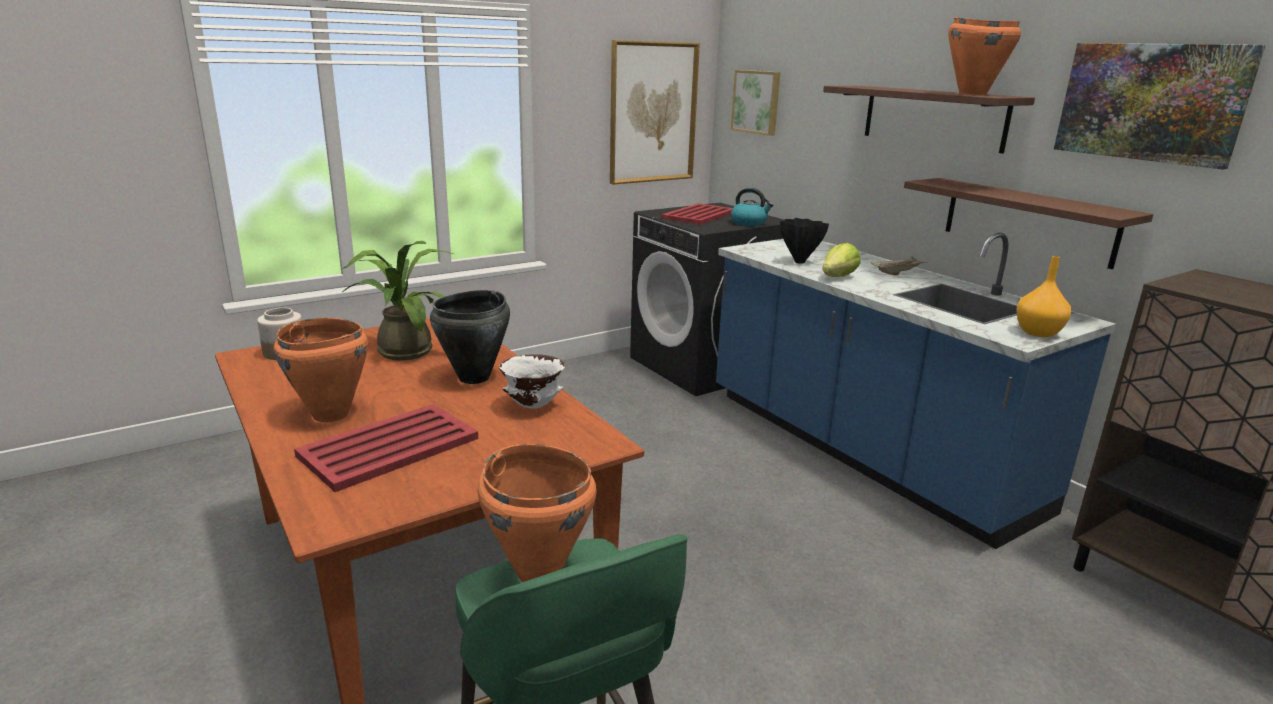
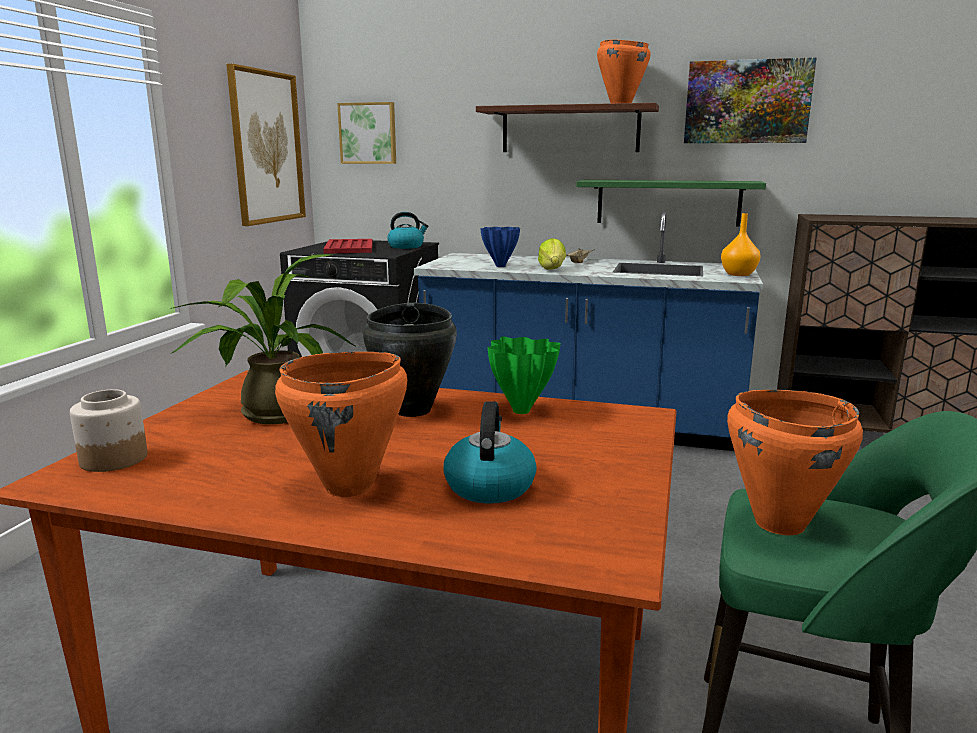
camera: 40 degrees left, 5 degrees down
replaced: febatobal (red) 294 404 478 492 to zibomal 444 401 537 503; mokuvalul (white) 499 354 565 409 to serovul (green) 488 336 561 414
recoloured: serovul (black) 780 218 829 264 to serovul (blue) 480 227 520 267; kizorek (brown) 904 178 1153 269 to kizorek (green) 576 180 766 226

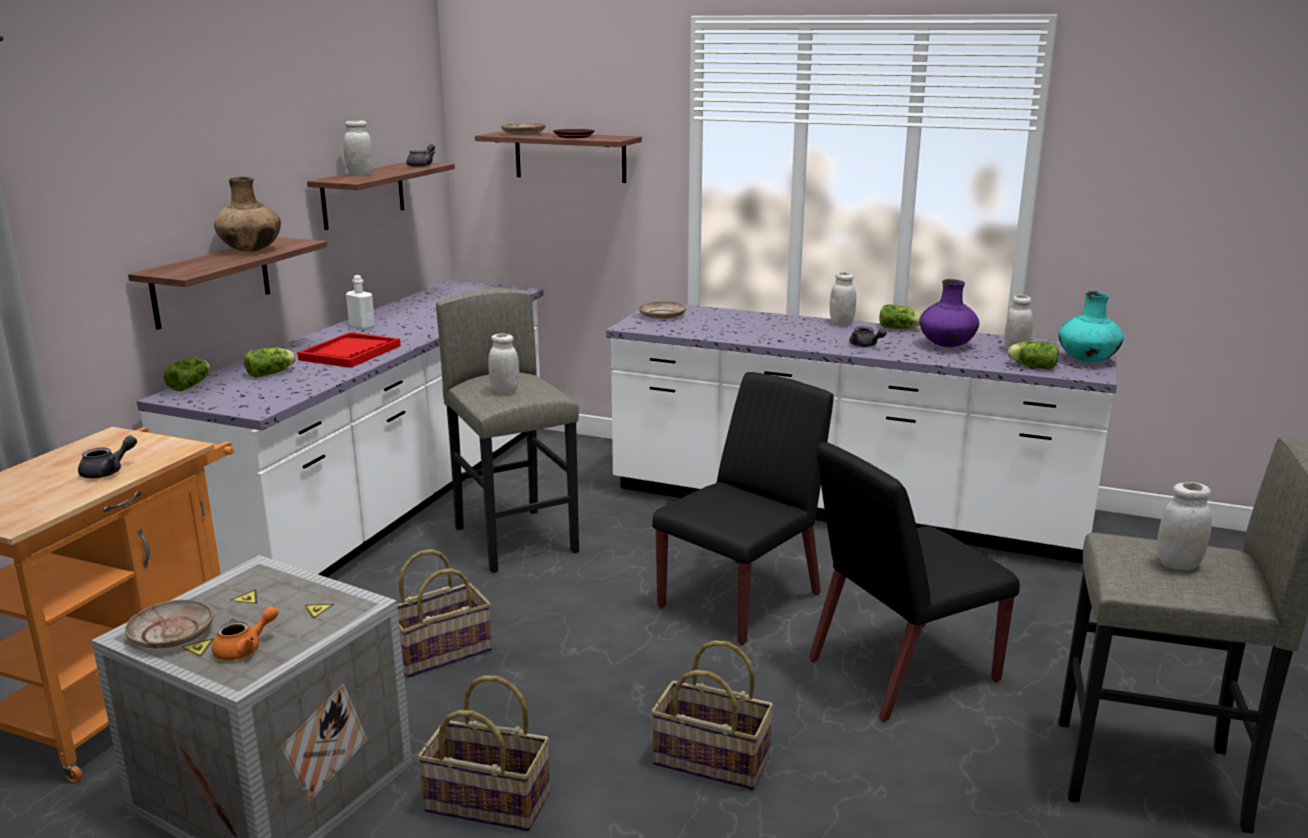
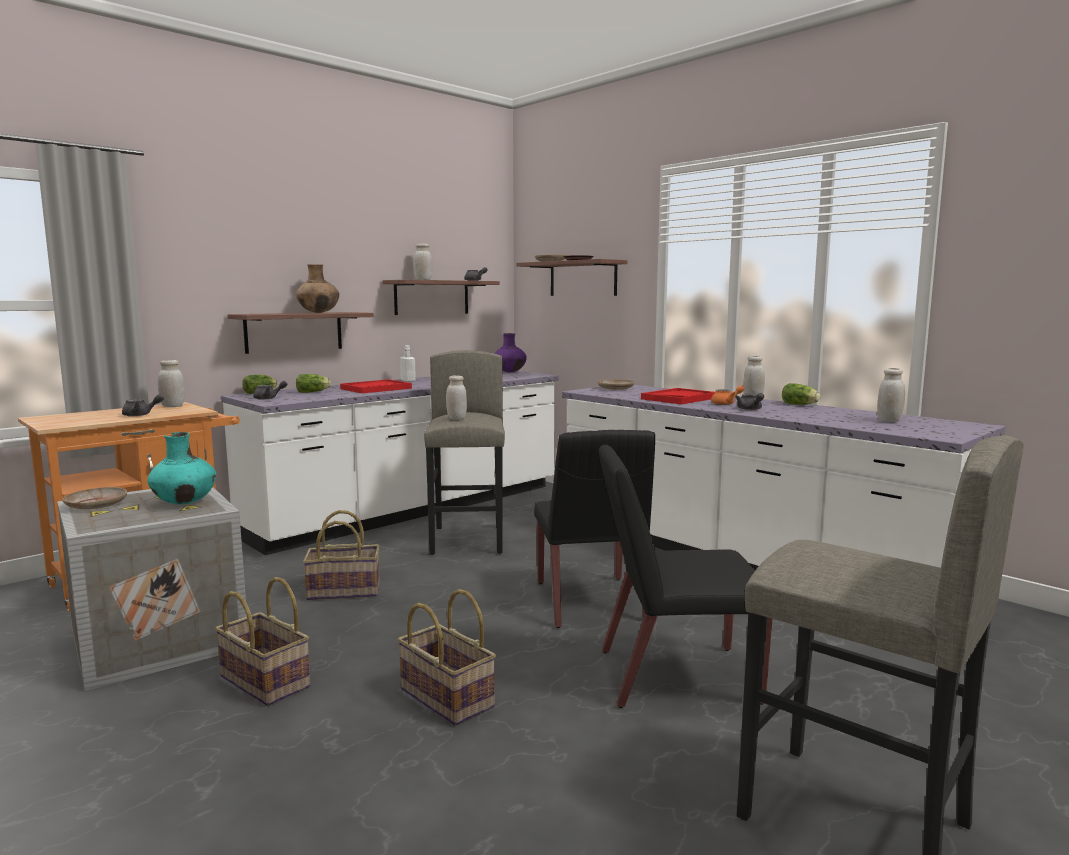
camera: 25 degrees right, 10 degrees down
removed: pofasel 1008 341 1059 370
added: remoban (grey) 253 381 288 400; febatobal (red) 641 388 715 404
moved: remoban (orange) 212 606 278 660 to 711 385 744 405; serovul (purple) 919 279 979 347 to 495 333 527 372; serovul (turquoise) 1058 291 1124 362 to 147 432 216 504; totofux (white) 1157 482 1212 570 to 158 360 185 407
turned: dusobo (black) 652 372 834 645 = 534 430 655 628 105 degrees clockwise

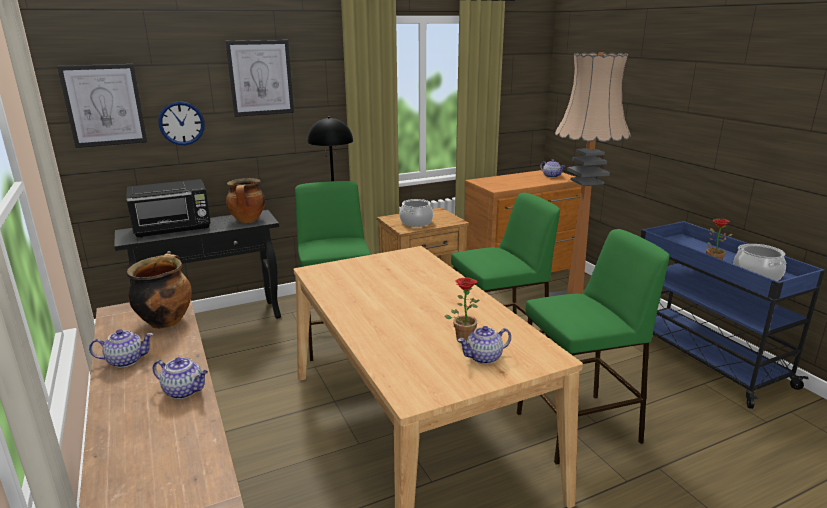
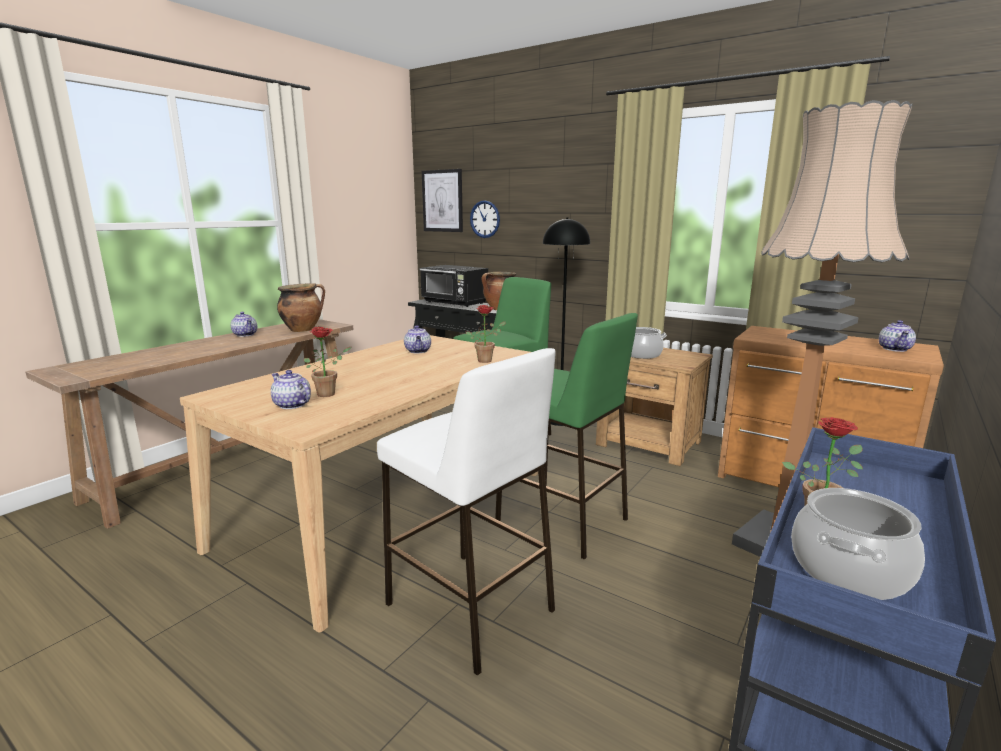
camera: 60 degrees right, 5 degrees down
removed: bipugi 225 40 294 117
added: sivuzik 466 305 506 363
moved: remoban 153 357 208 399 to 404 325 431 353
recoloured: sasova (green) 517 229 670 465 to sasova (white) 377 348 556 676

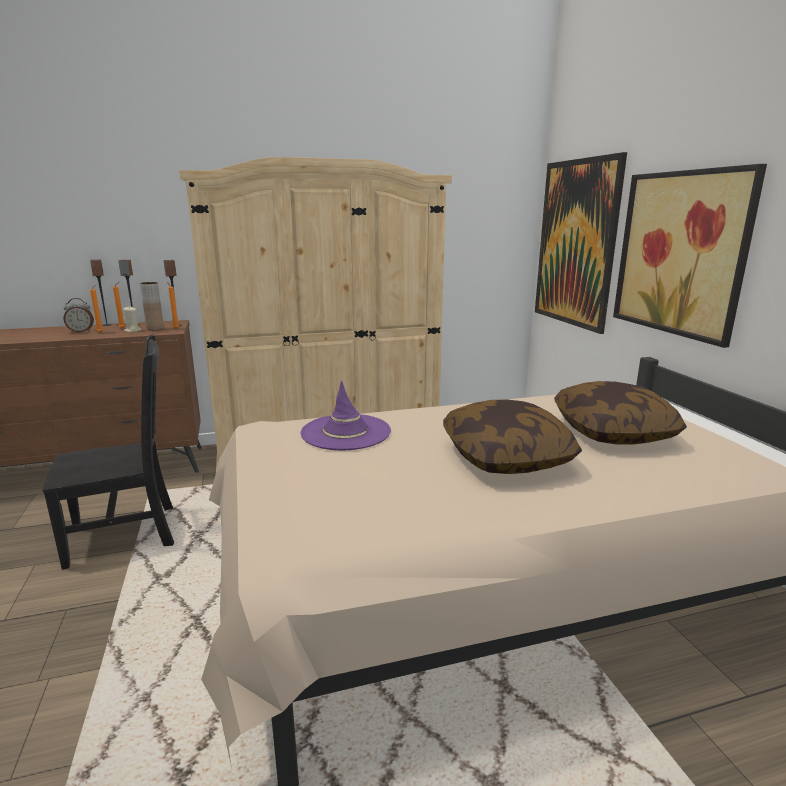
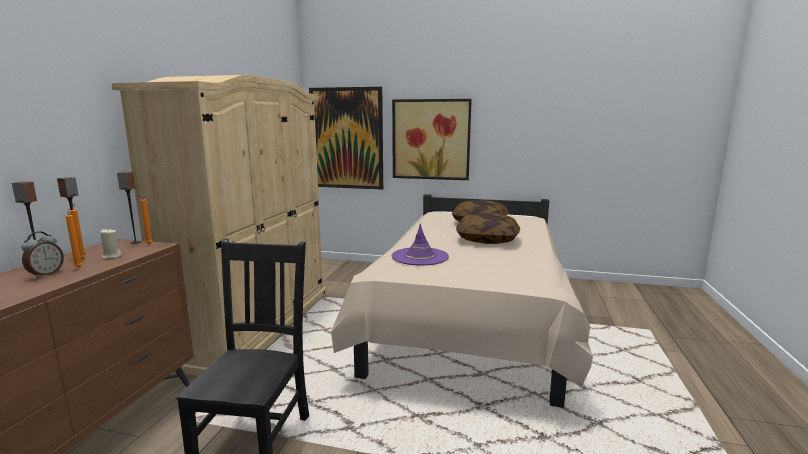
camera: 60 degrees left, 5 degrees down
removed: serovul (brown) 140 282 164 331

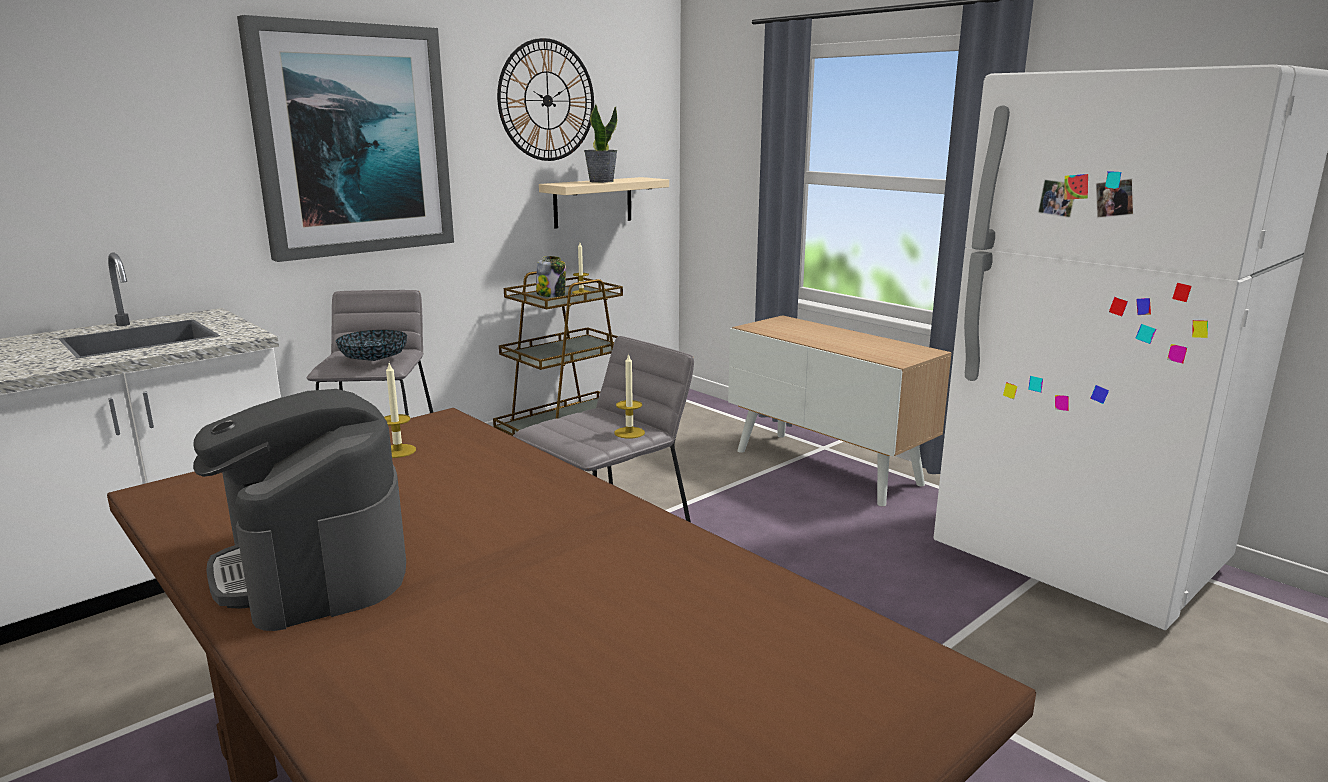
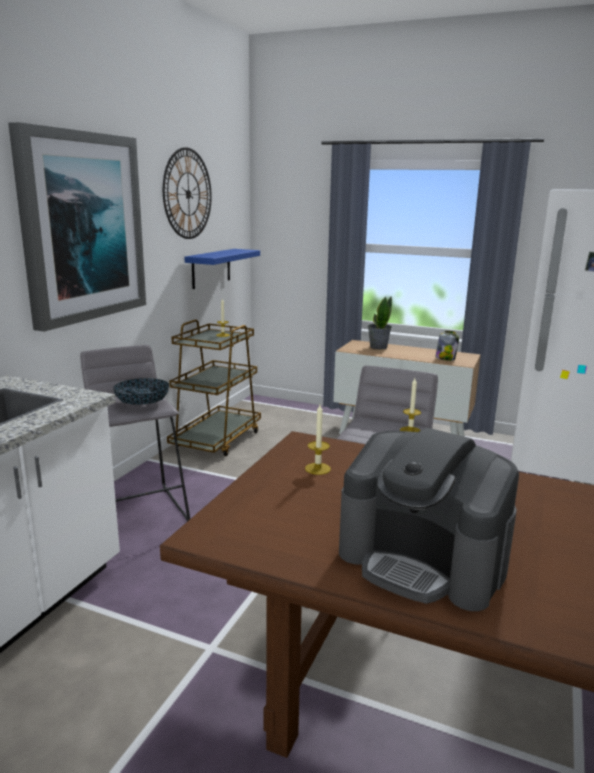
camera: 25 degrees left, 0 degrees up
moved: totofux 536 256 566 297 to 435 331 459 361; sivuzik 584 104 618 183 to 368 297 392 349
recoloured: kizorek (beige) 539 177 669 229 to kizorek (blue) 185 249 260 289

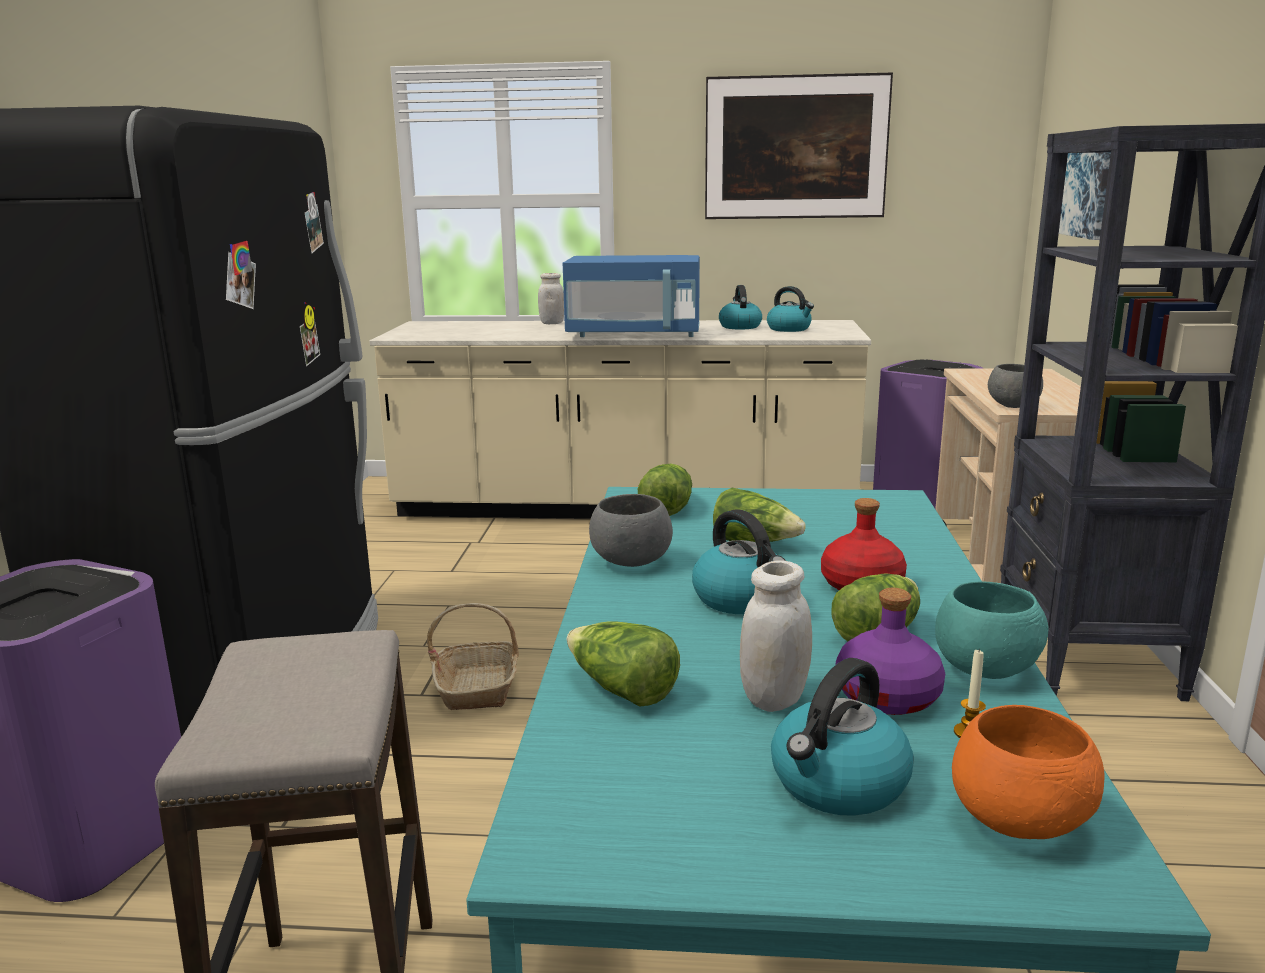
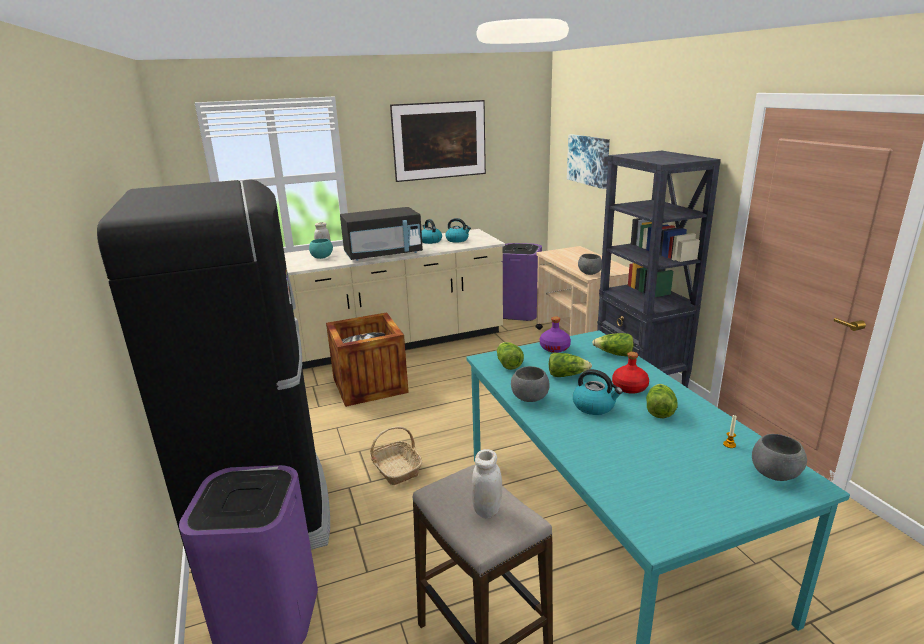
camera: 25 degrees left, 5 degrees up
removed: zibomal 771 658 914 816
added: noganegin 326 312 409 407
moved: pofasel 567 621 680 707 to 592 333 634 357; totofux (white) 740 561 812 712 to 472 449 502 519; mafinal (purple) 836 588 945 715 to 540 316 571 353; mokuvalul (turquoise) 935 582 1049 679 to 309 239 333 259
recoloured: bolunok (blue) 563 255 700 337 to bolunok (black) 340 207 423 261; mokuvalul (orange) 952 705 1105 839 to mokuvalul (grey) 752 434 807 481

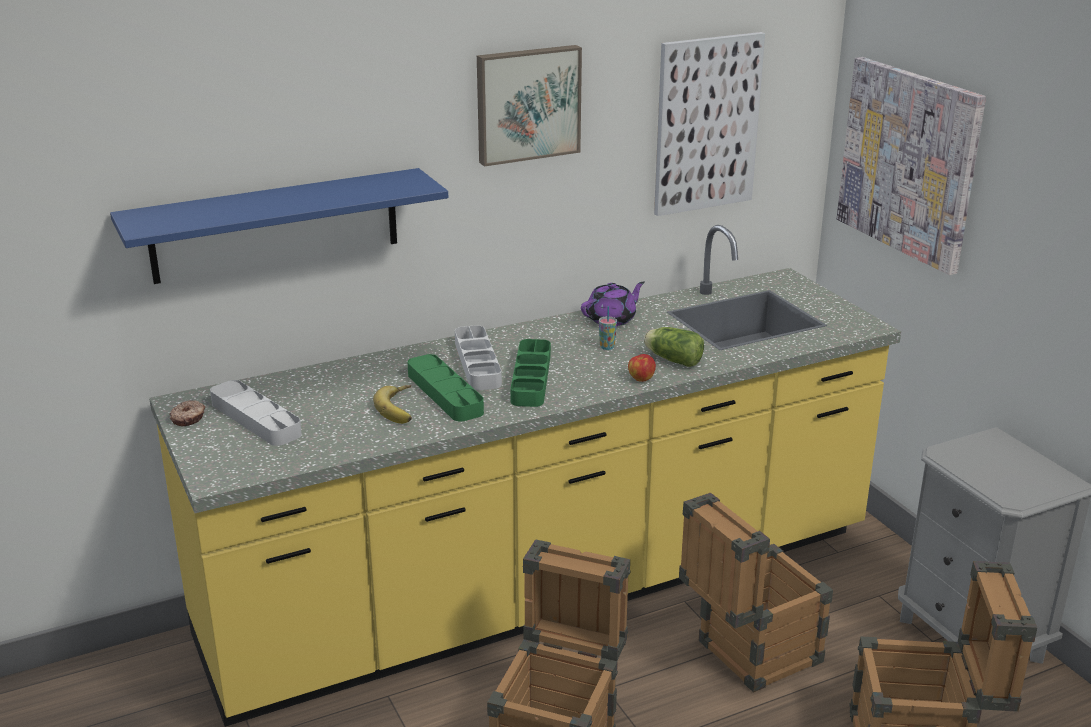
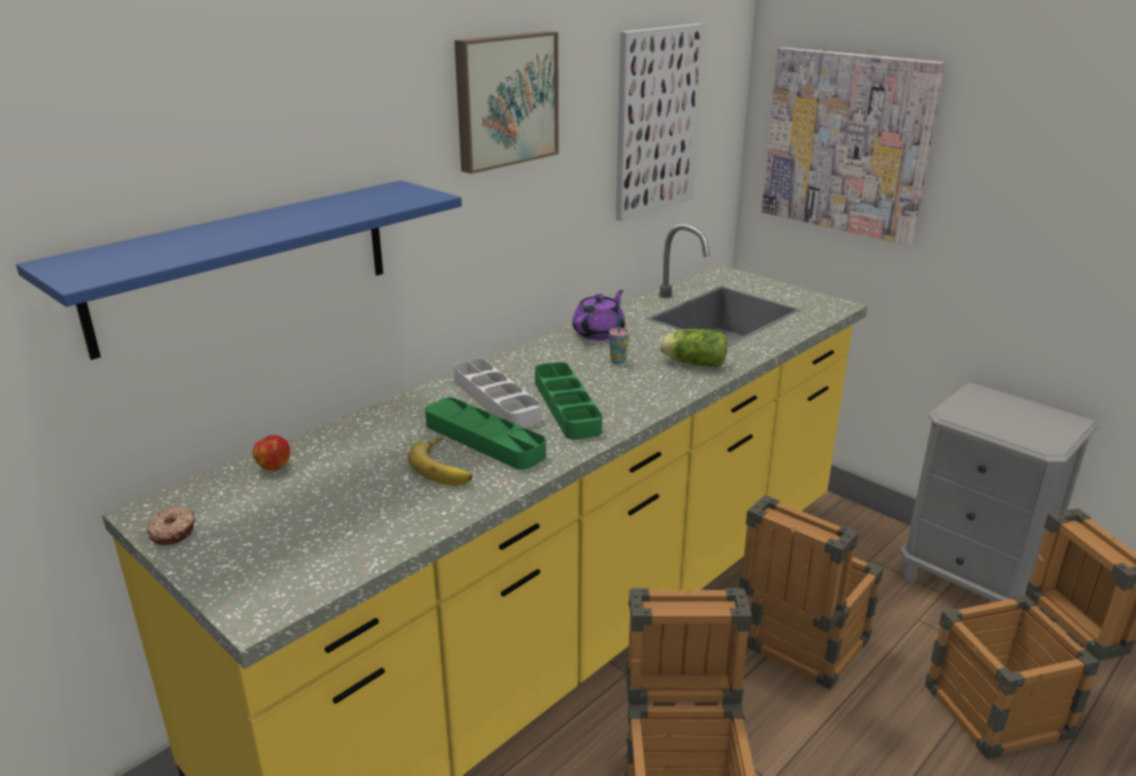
camera: 20 degrees left, 0 degrees up
removed: febatobal (grey) 210 380 302 446
moved: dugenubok 628 354 656 382 to 253 435 290 471

